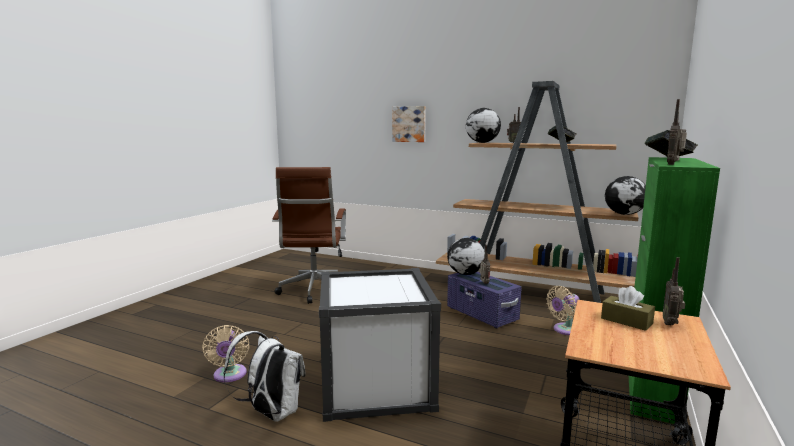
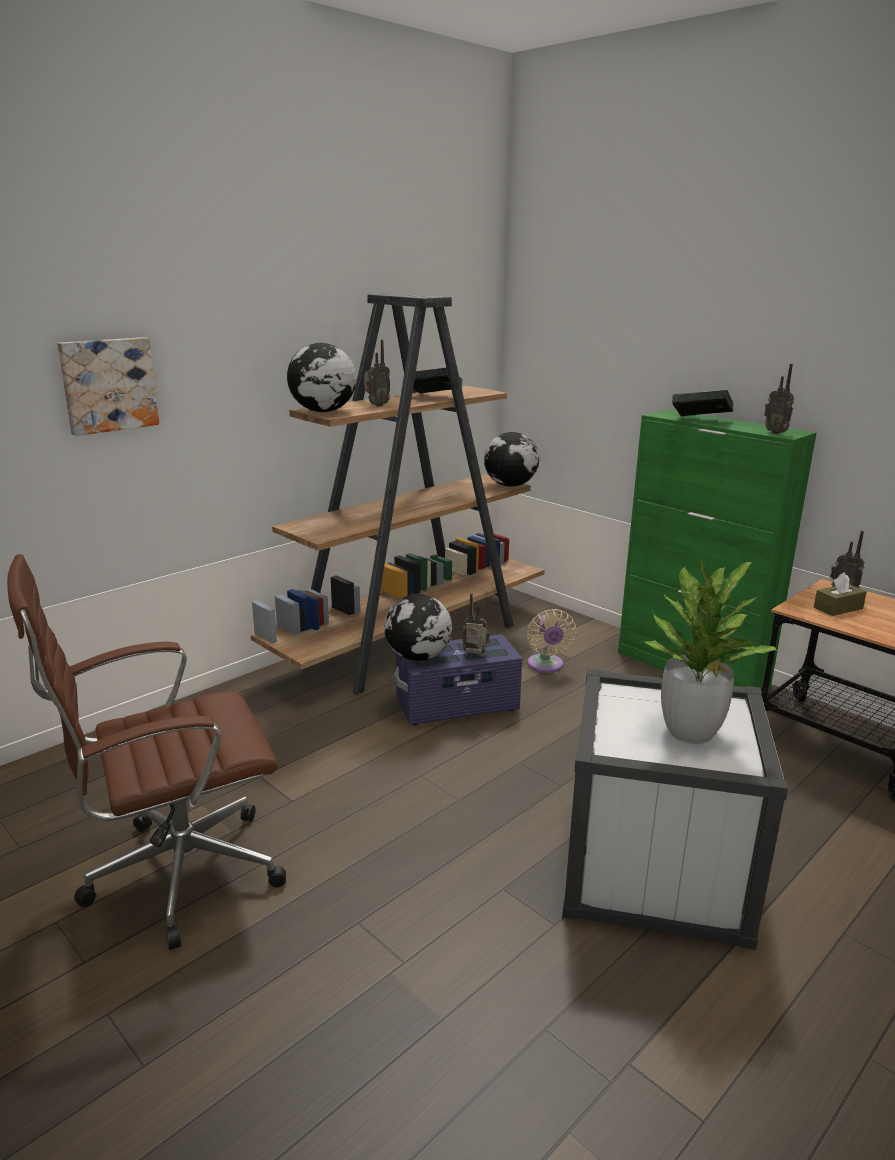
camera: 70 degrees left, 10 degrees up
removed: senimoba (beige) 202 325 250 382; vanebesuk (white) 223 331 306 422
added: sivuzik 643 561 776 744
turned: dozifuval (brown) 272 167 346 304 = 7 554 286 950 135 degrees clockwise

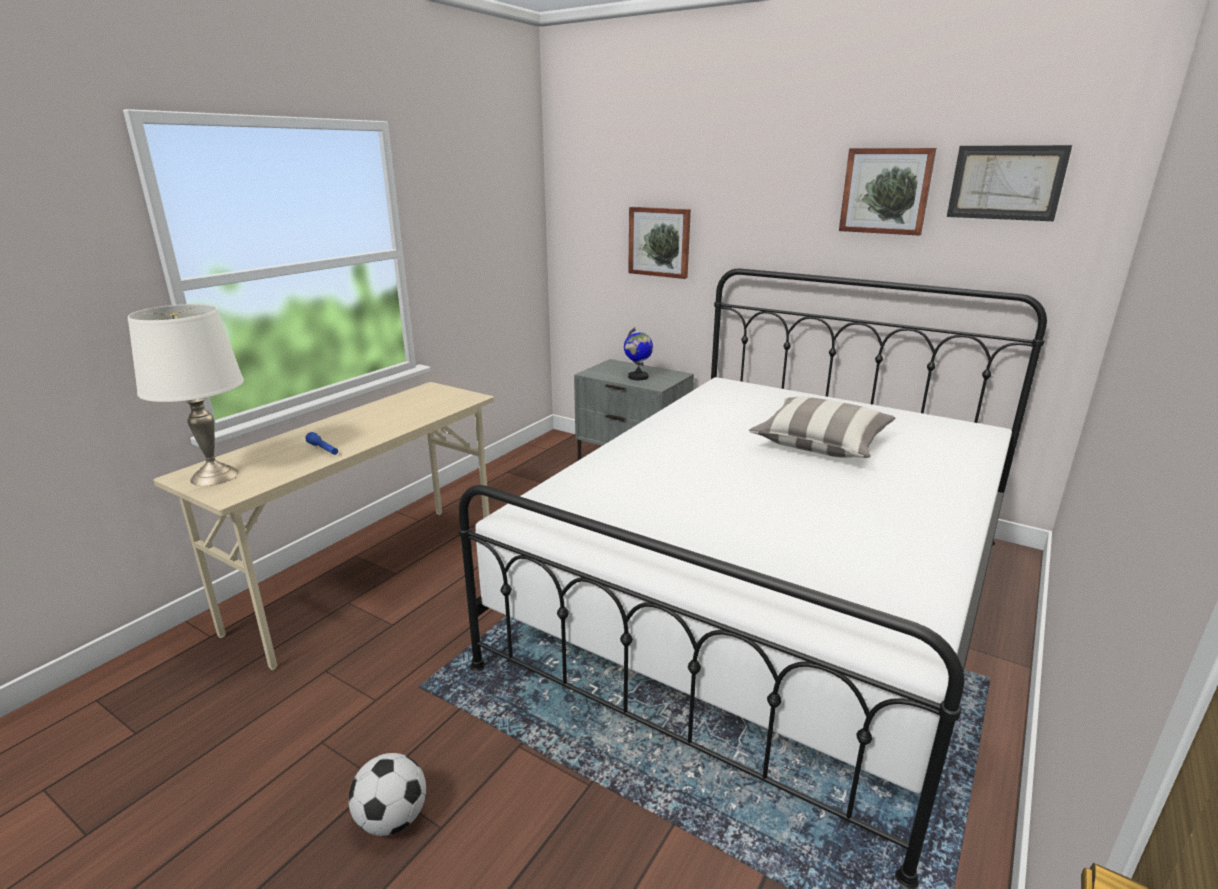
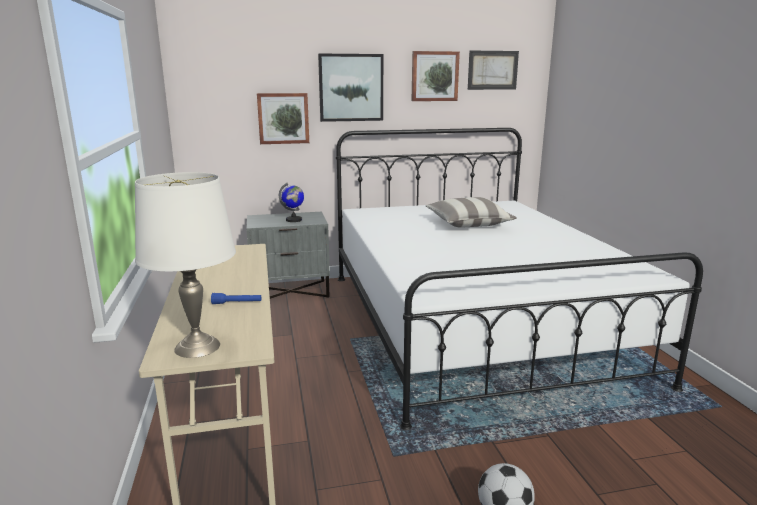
camera: 45 degrees left, 5 degrees down
added: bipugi 318 54 383 122

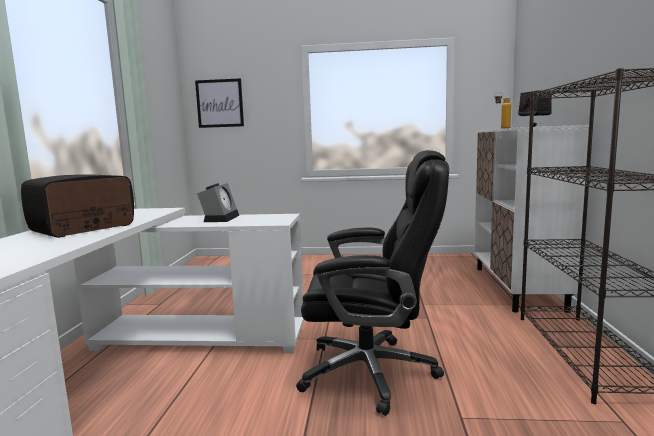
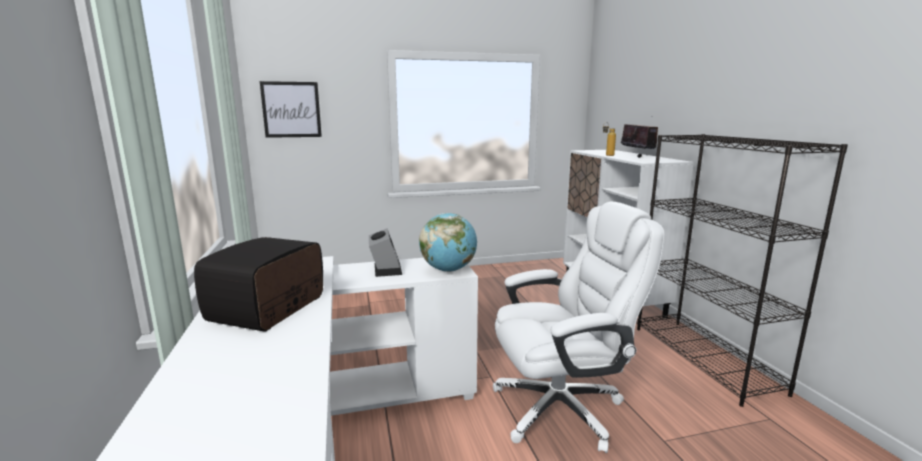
camera: 20 degrees left, 5 degrees up
added: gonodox 419 213 477 272
recoloured: dozifuval (black) 296 150 449 416 to dozifuval (white) 493 202 664 453

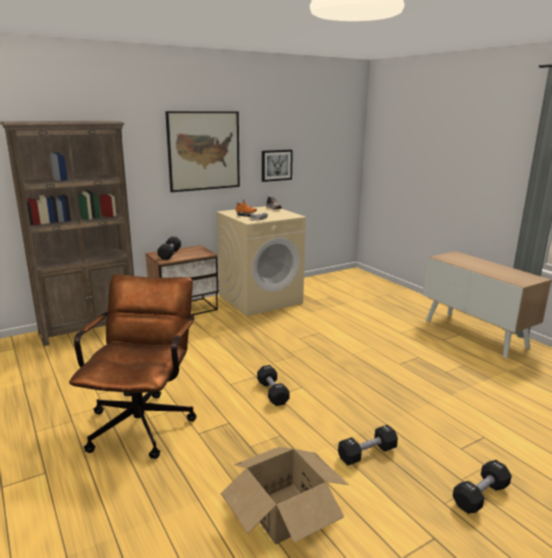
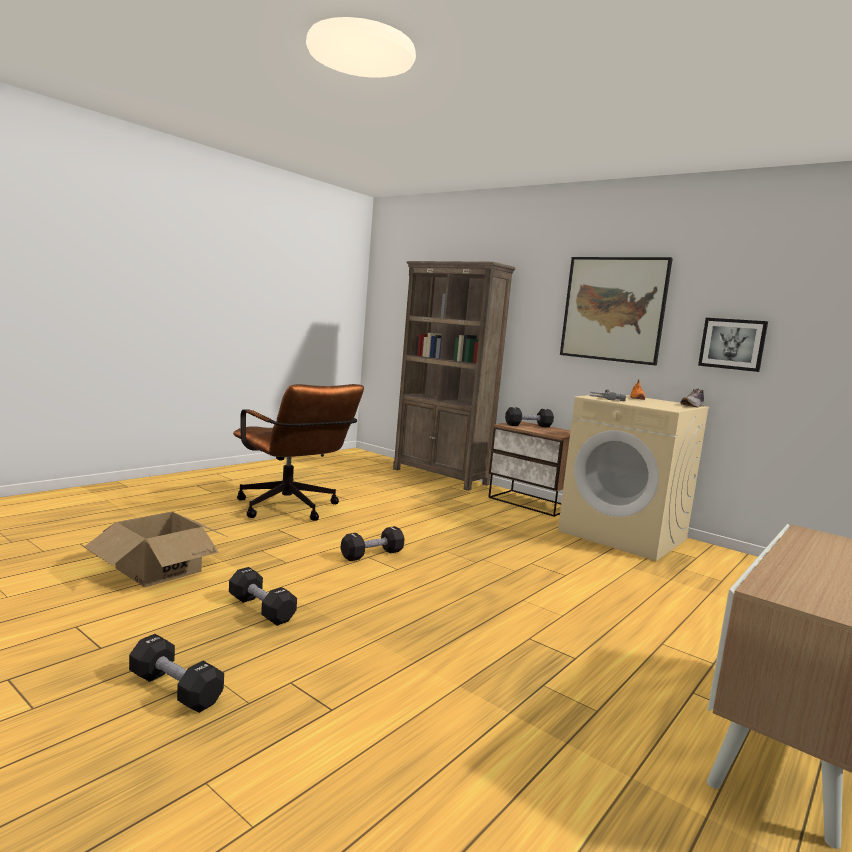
camera: 70 degrees right, 10 degrees down
turned: dozifuval (brown) 69 274 197 459 = 233 384 364 521 60 degrees clockwise

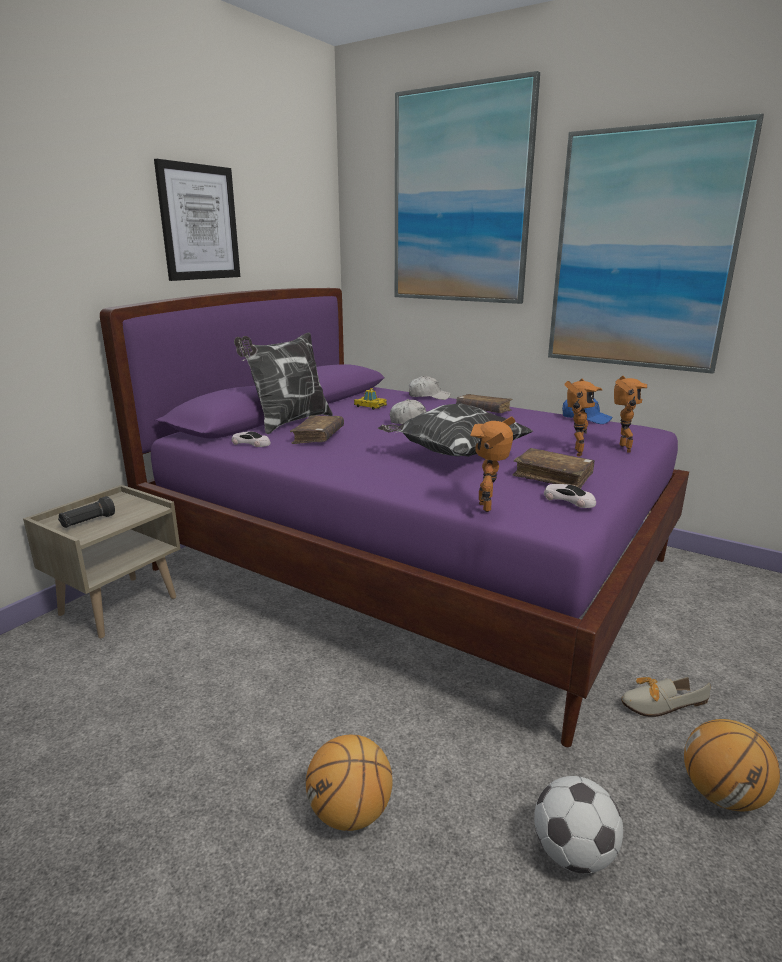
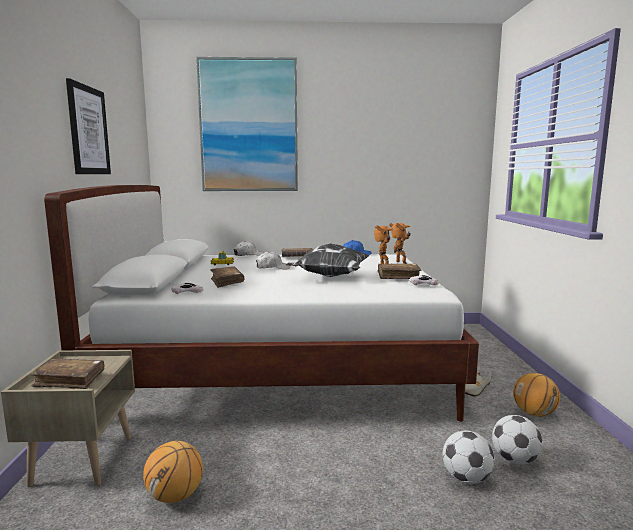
camera: 35 degrees left, 10 degrees down
removed: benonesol 234 332 333 434; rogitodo 470 417 515 512; bipugi 548 114 764 374
added: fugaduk 443 430 495 484
moved: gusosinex 306 735 393 831 to 143 441 203 503
replaced: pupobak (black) 58 496 115 528 to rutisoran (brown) 30 359 104 389
recoloured: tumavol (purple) 100 288 689 747 to tumavol (white) 44 185 479 422

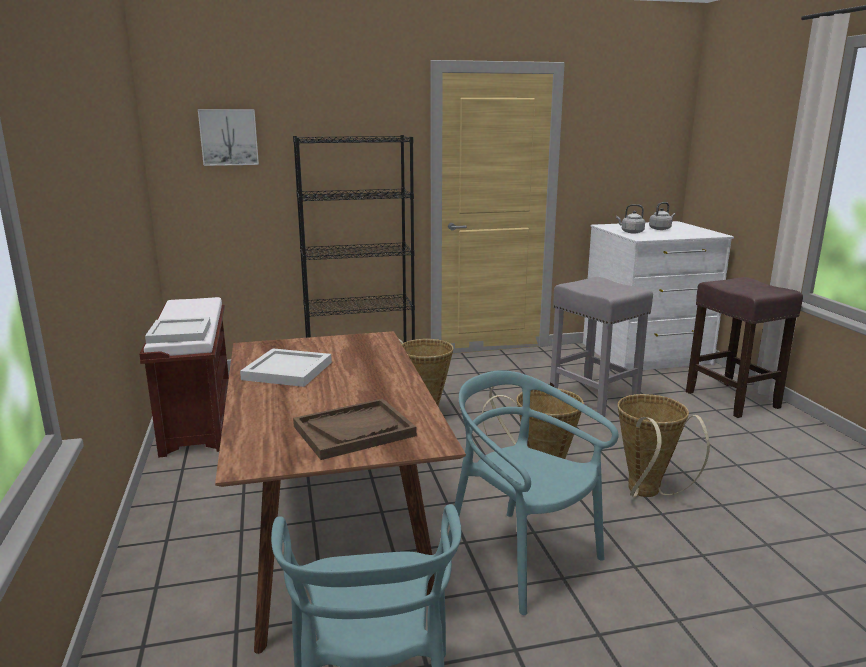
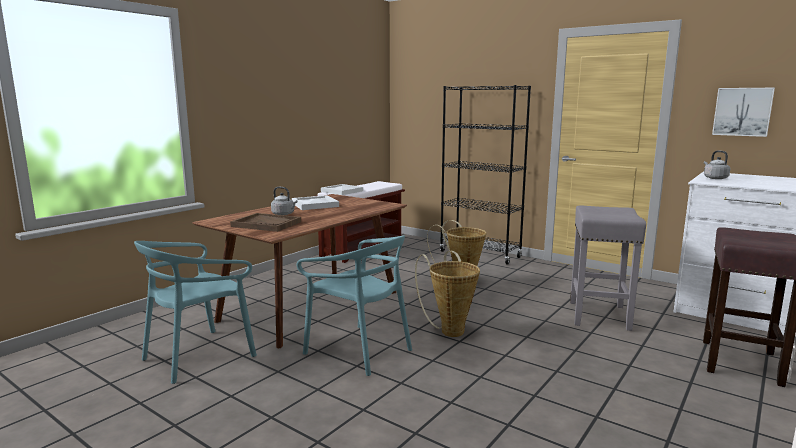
camera: 50 degrees right, 5 degrees down
removed: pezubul 618 394 710 497
moved: bipugi 198 109 259 166 to 712 88 775 137; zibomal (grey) 649 202 675 230 to 271 187 297 215
turned: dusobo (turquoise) 448 370 619 615 = 296 236 412 376 120 degrees clockwise

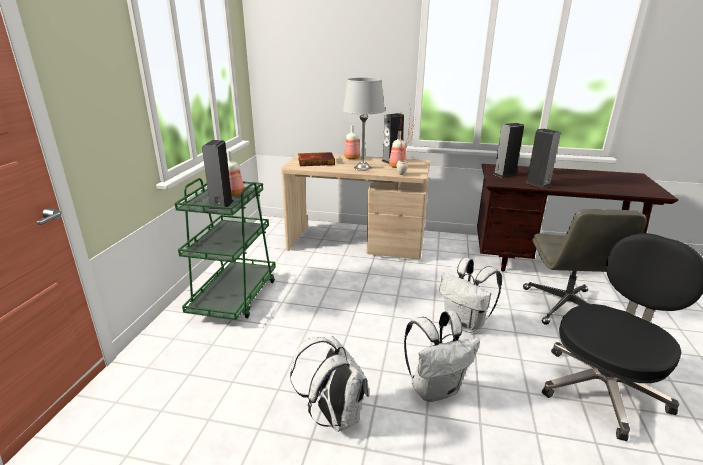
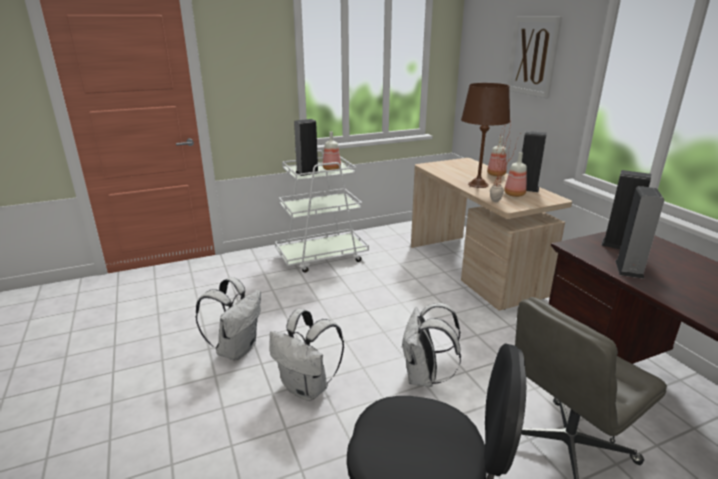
camera: 55 degrees right, 0 degrees up
removed: rutisoran 298 152 335 166
added: bipugi 508 16 562 98
recoloured: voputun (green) 175 178 276 320 to voputun (white) 275 150 369 273; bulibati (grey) 343 78 385 171 to bulibati (brown) 461 83 510 188

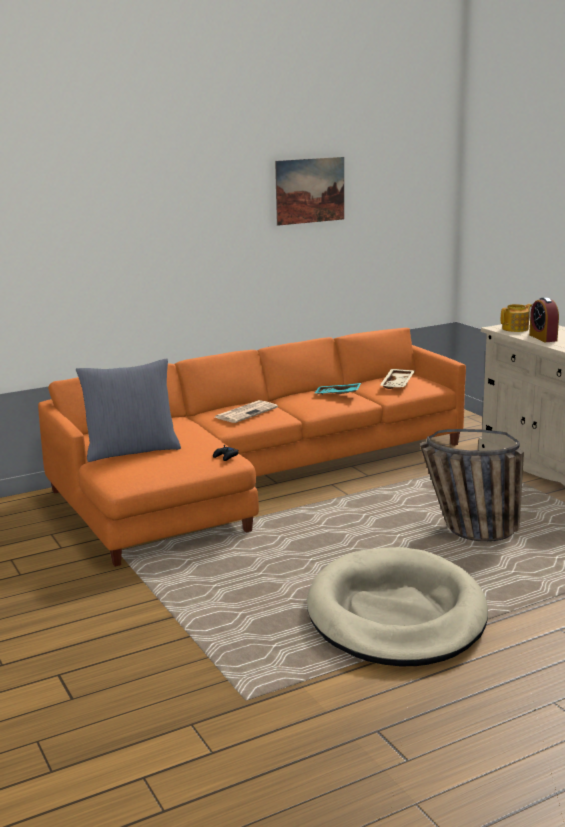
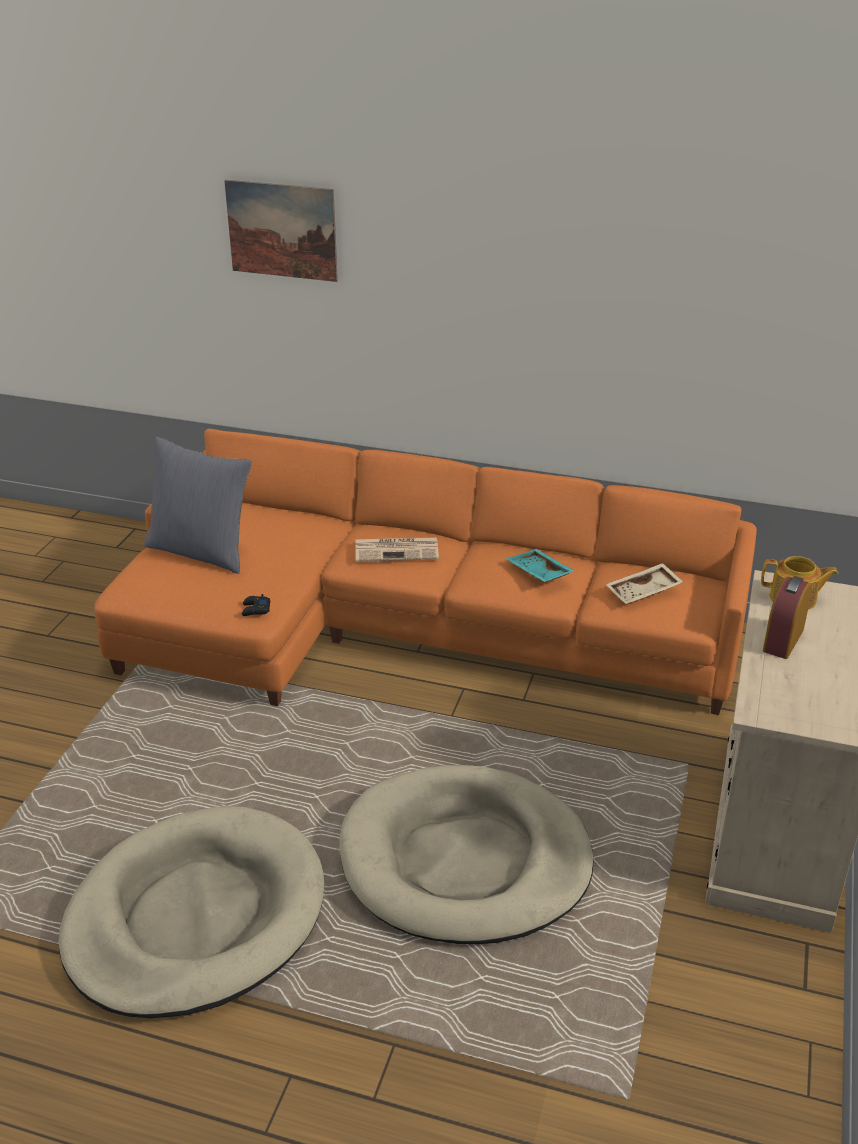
camera: 45 degrees right, 15 degrees up
moved: bipugi 275 157 344 226 to 224 180 338 282
replaced: pezubul 420 429 524 542 to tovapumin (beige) 339 765 593 944

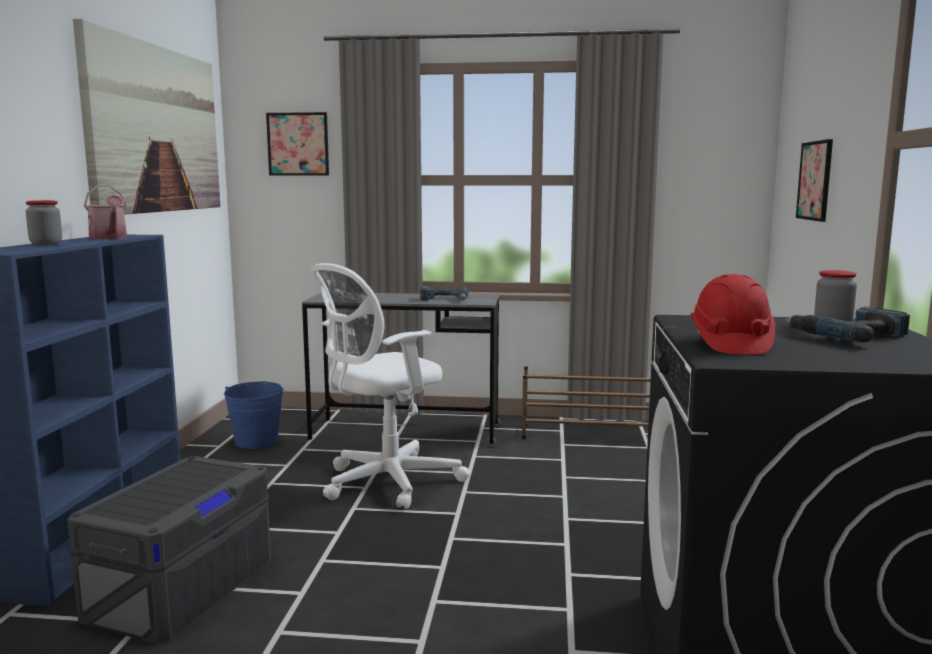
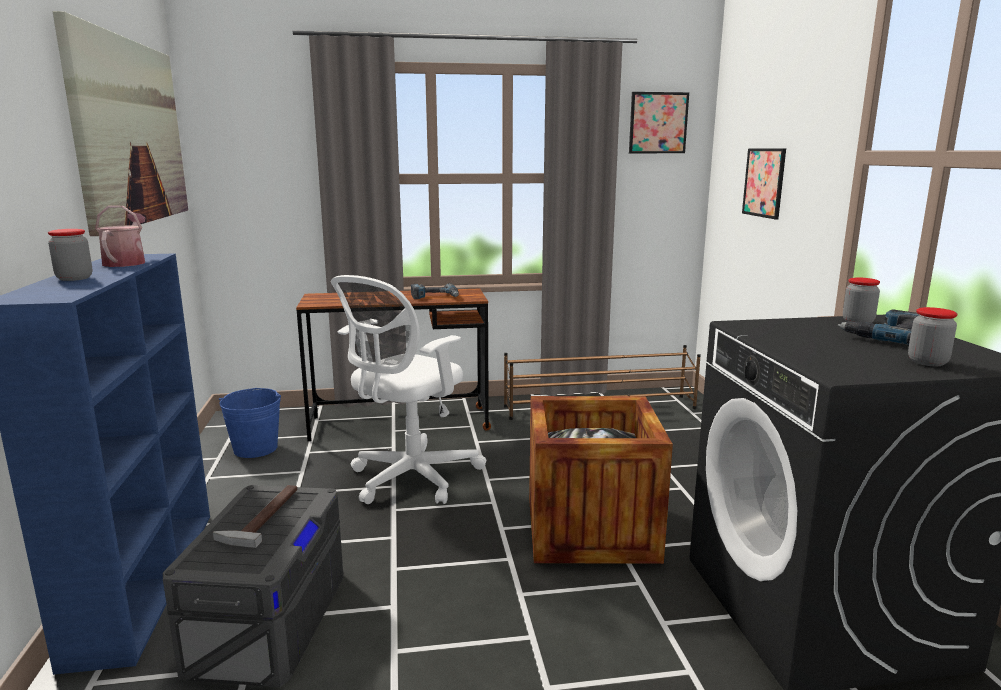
camera: 15 degrees left, 5 degrees up
removed: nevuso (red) 691 274 775 355
added: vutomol 213 485 297 548; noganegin 529 396 673 564; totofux 908 307 957 366
moved: bipugi 266 112 329 176 to 629 92 689 153
recoloured: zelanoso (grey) 302 292 500 447 to zelanoso (brown) 296 289 491 441
turned: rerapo 84 186 127 239 = 95 206 145 267 135 degrees counterclockwise

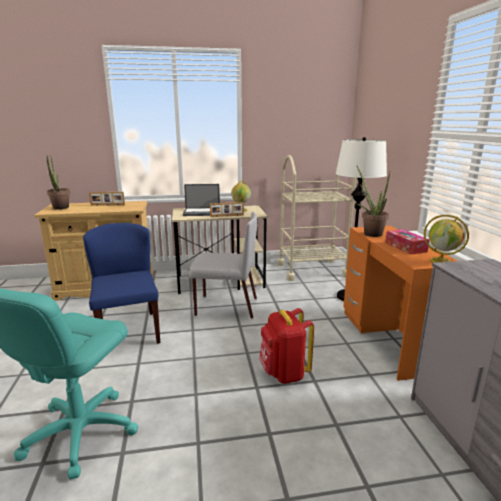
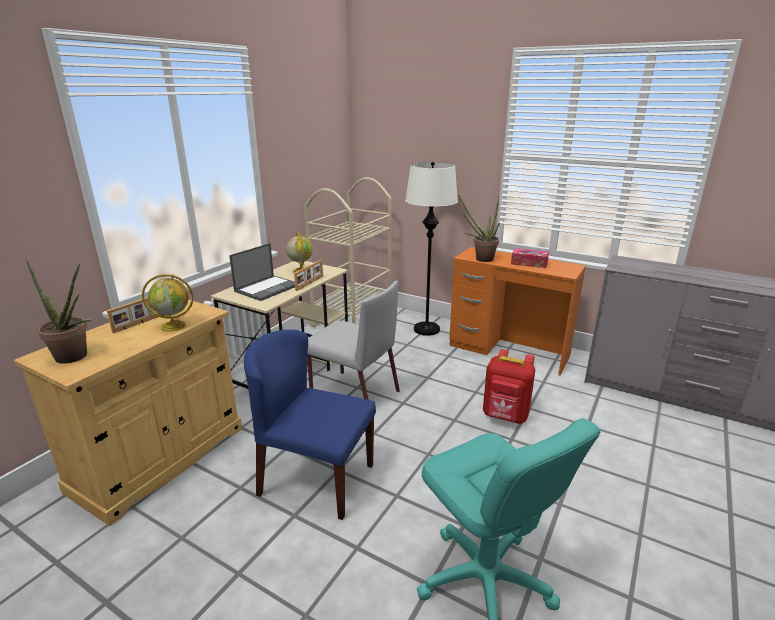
camera: 50 degrees left, 5 degrees up
moved: gonodox 424 215 469 263 to 142 274 193 332
turned: dusobo (grey) 189 211 257 319 = 307 281 400 400 75 degrees clockwise

